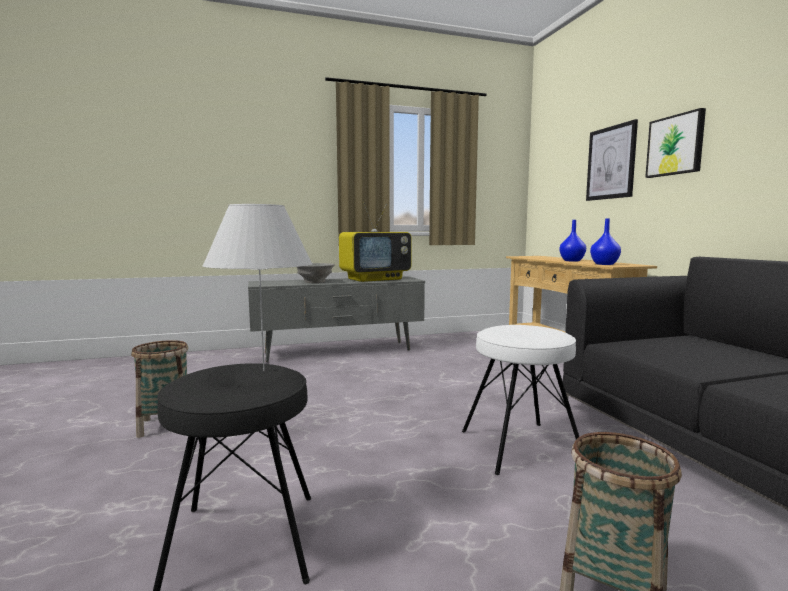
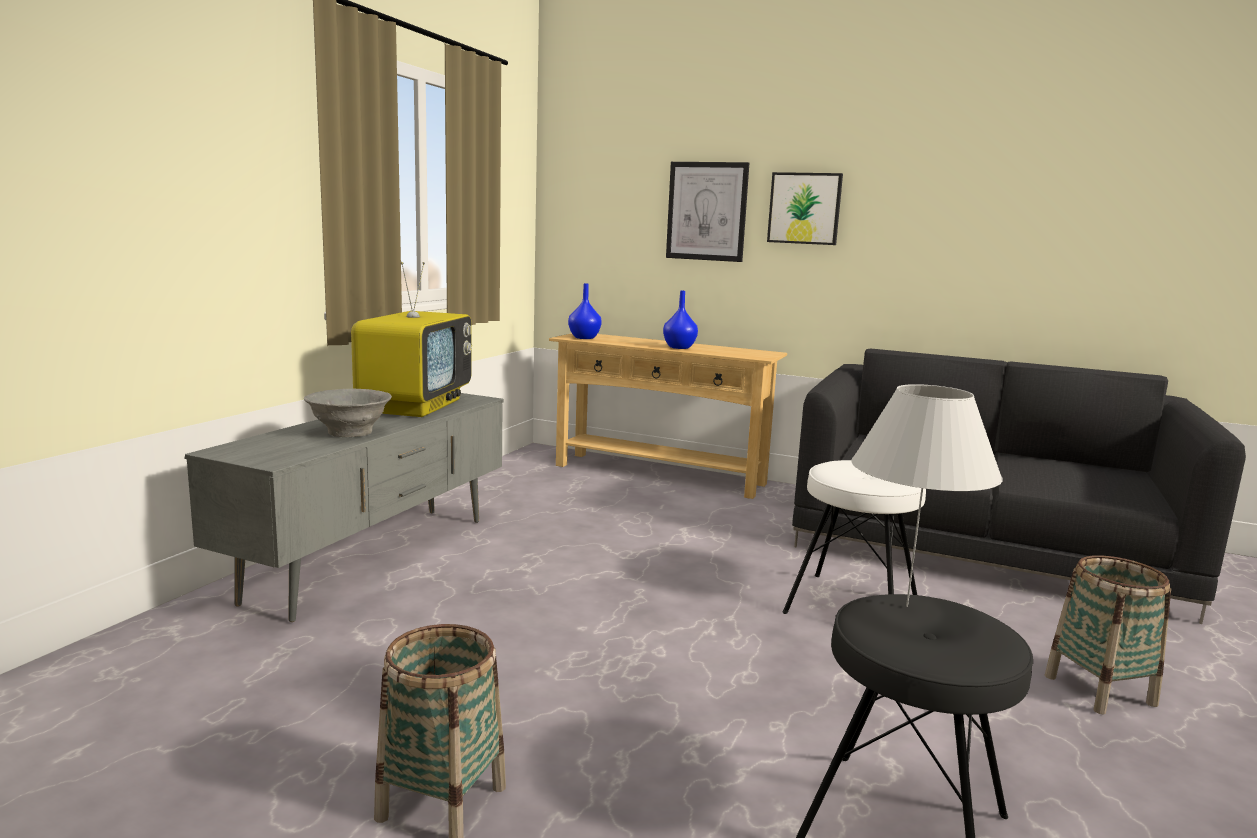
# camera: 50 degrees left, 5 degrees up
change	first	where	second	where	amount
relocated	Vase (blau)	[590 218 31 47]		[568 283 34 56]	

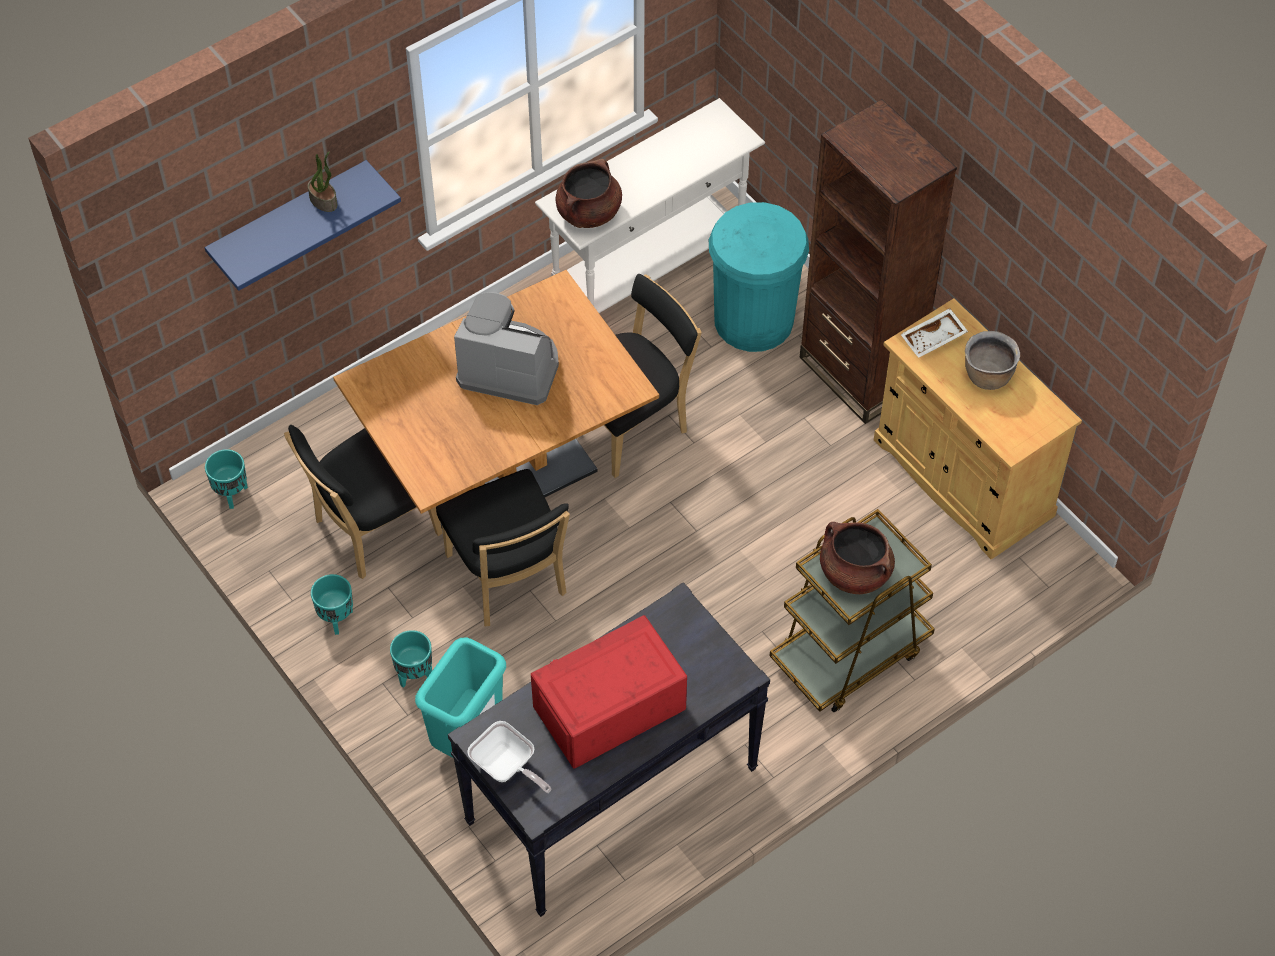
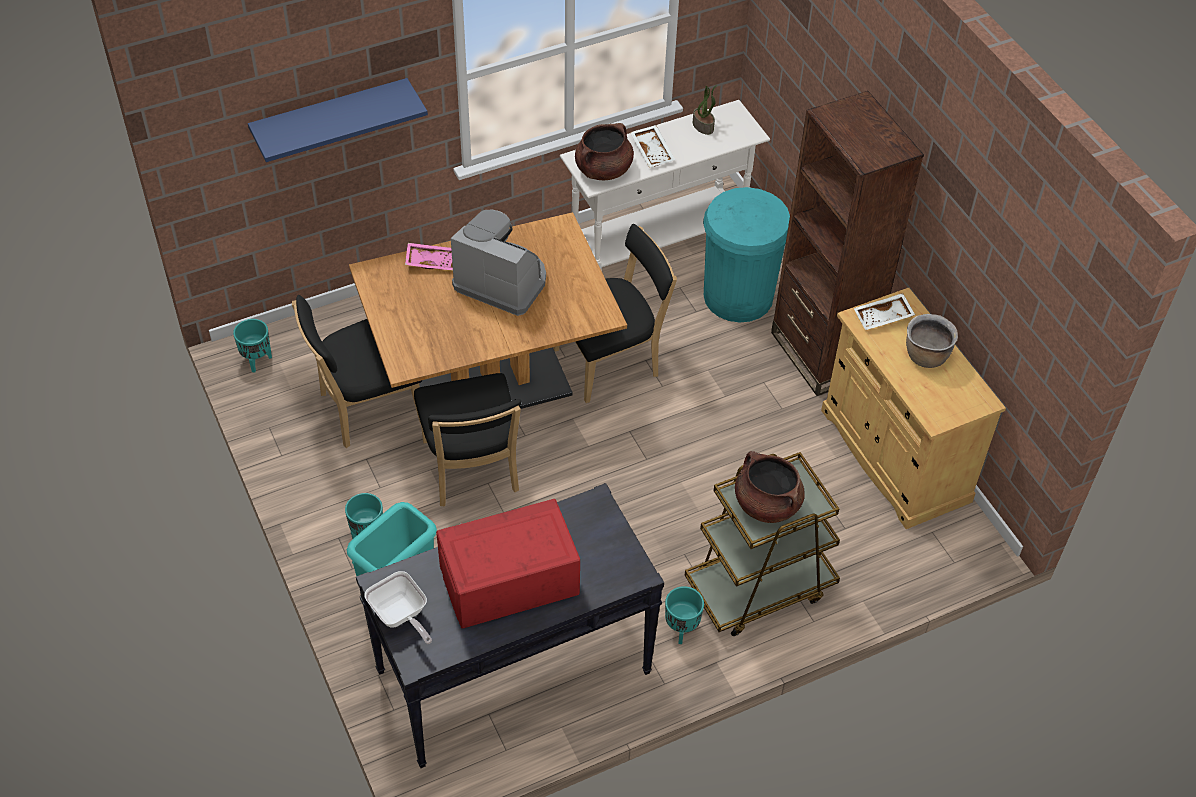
# camera: 10 degrees right, 5 degrees down
change	first	where	second	where	amount
relocated	Topfpflanze	[308 151 29 61]		[693 85 24 50]	
relocated	Pflanzkübel (türkis)	[311 574 42 61]		[665 586 39 58]	
appeared			Tablett (rosa)	[405 243 48 27]	
appeared			Tablett (weiß)	[630 125 45 43]	

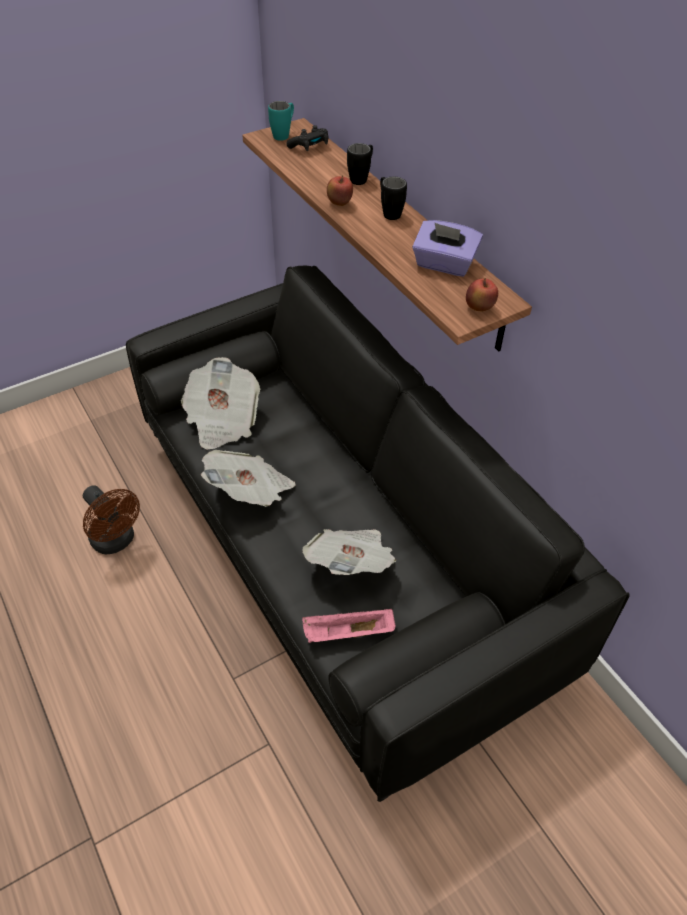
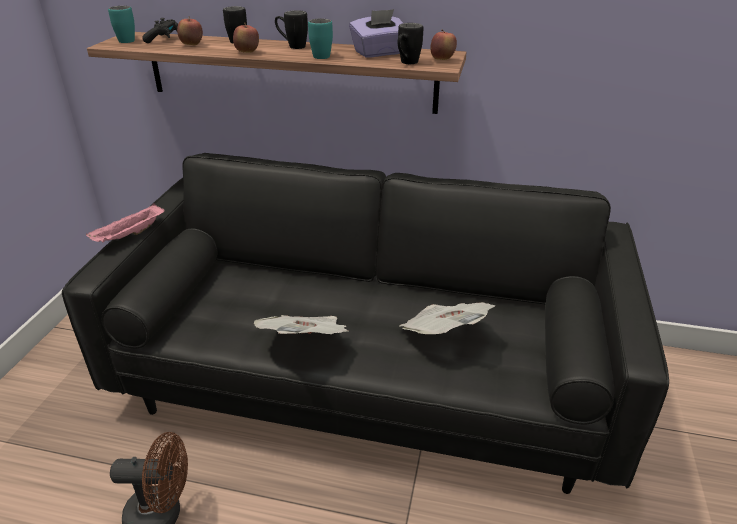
# camera: 45 degrees left, 15 degrees down
change	first	where	second	where	amount
missing	Zeitung	[181 357 79 93]			
relocated	Tablett (rosa)	[302 609 94 34]		[86 203 79 39]	
appeared			Apfel	[177 16 26 29]	
appeared			Henkelbecher (türkis)	[308 19 25 40]	
appeared			Henkelbecher (schwarz)	[398 23 25 41]	

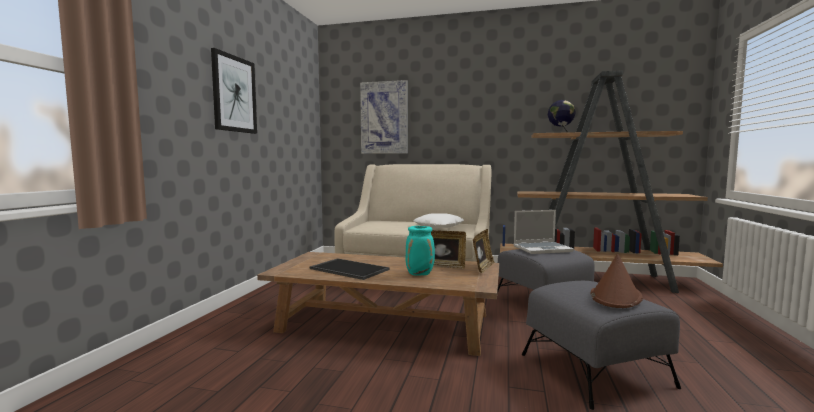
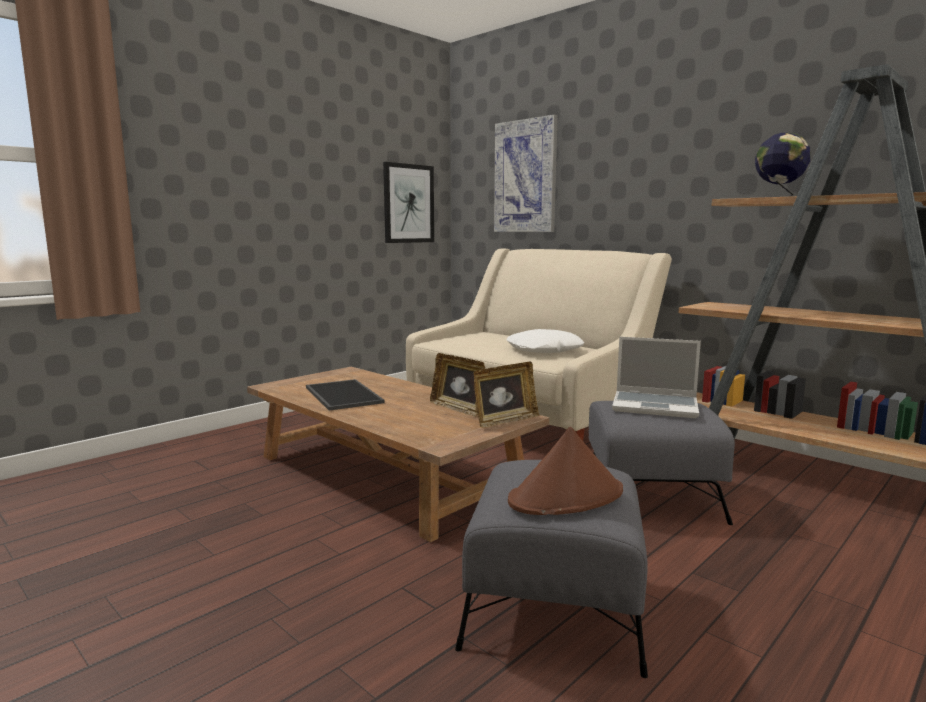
# camera: 30 degrees right, 5 degrees up
change	first	where	second	where	amount
relocated	Bild	[211 48 46 86]		[383 162 51 81]	
missing	Vase (türkis)	[405 226 30 50]			

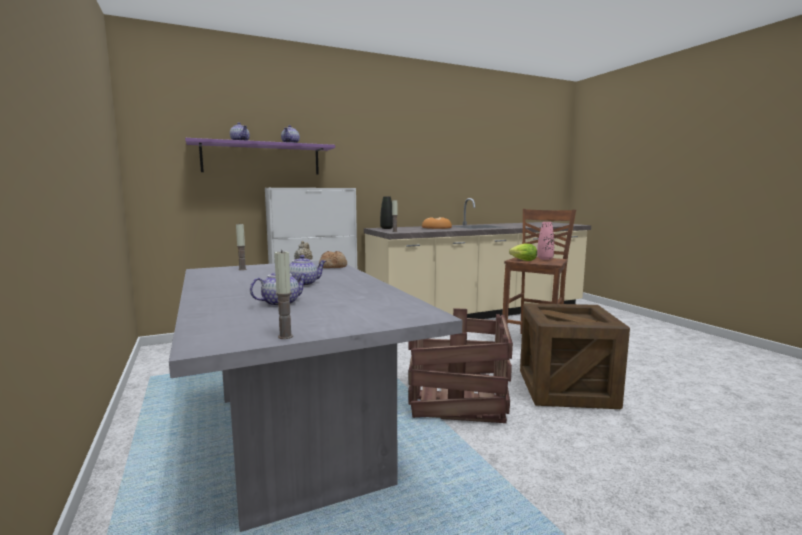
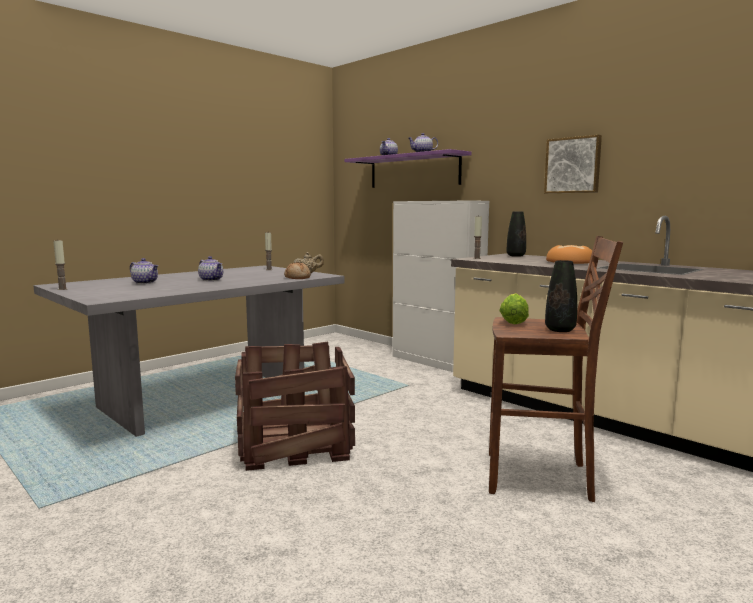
# camera: 70 degrees right, 0 degrees up
change	first	where	second	where	amount
missing	Kiste	[520 303 110 106]			
colour	Vase (rosa)	[537 222 17 38]	Vase (schwarz)	[545 260 32 72]	
appeared			Bild	[544 135 58 59]	

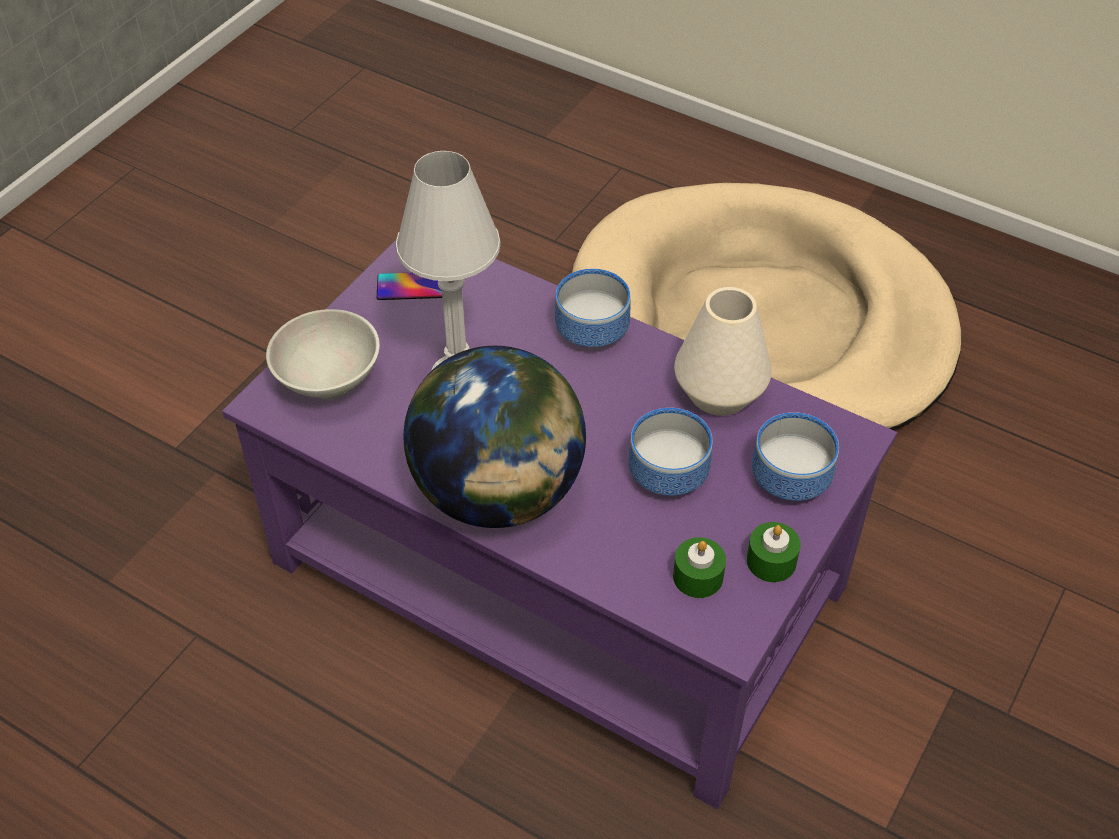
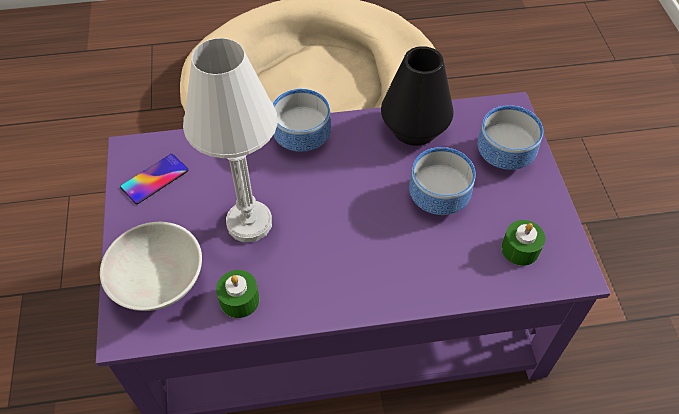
# camera: 40 degrees left, 5 degrees up
change	first	where	second	where	amount
missing	Globus	[403 346 183 182]			
colour	Vase (weiß)	[674 287 98 129]	Vase (schwarz)	[381 46 73 100]	
relocated	Kerze (grün)	[747 522 54 60]		[216 270 43 48]	

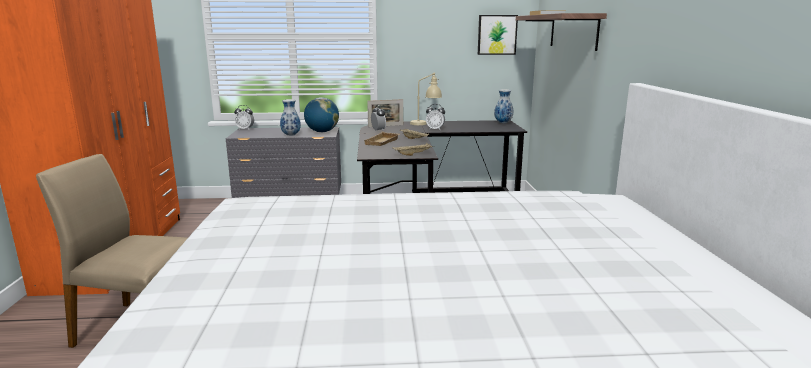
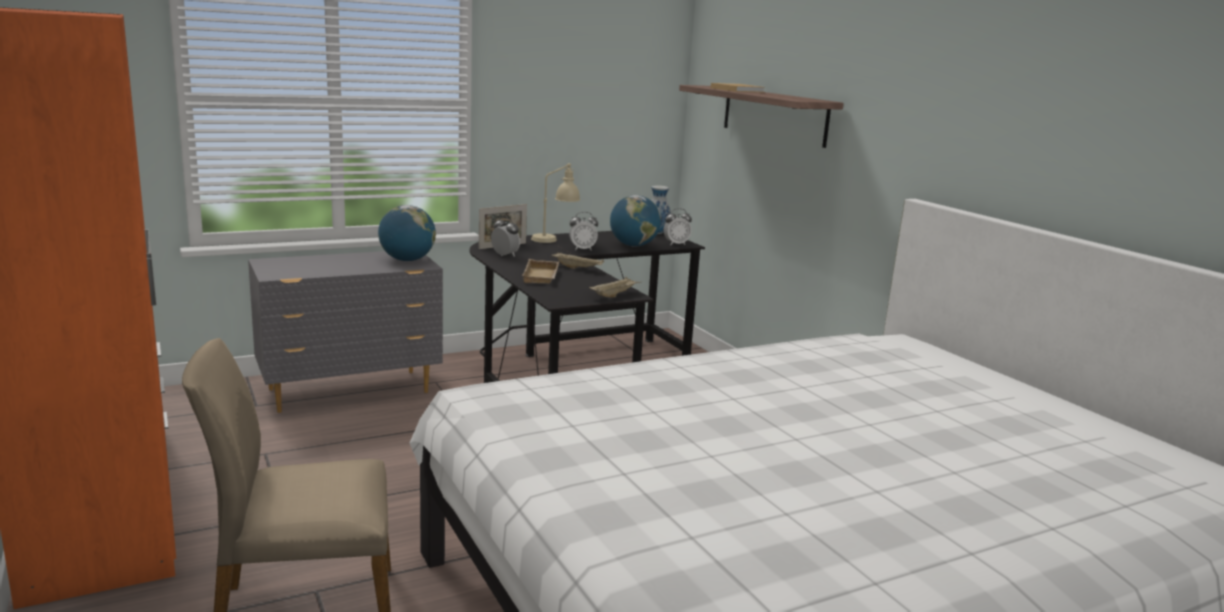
# camera: 25 degrees left, 0 degrees up
change	first	where	second	where	amount
relocated	Wecker	[234 105 20 25]		[663 208 29 37]	
missing	Vase	[280 99 21 37]			
missing	Bild	[478 15 40 40]			
appeared			Globus	[610 195 51 52]	

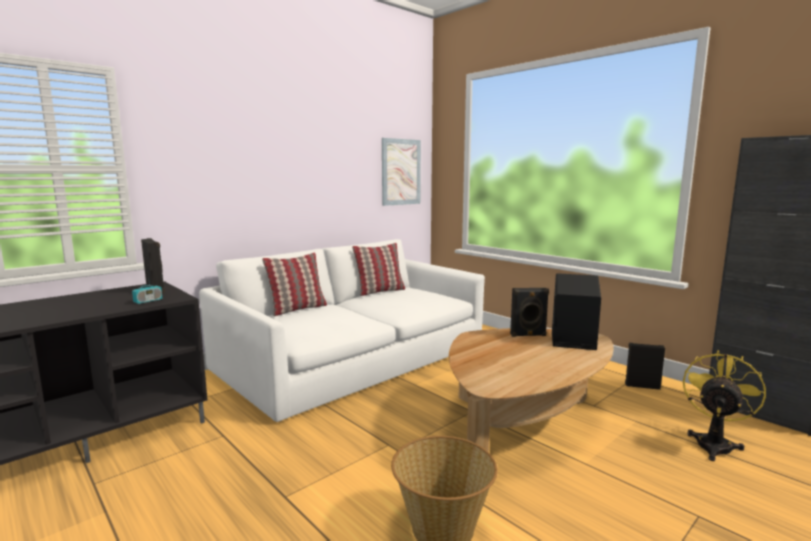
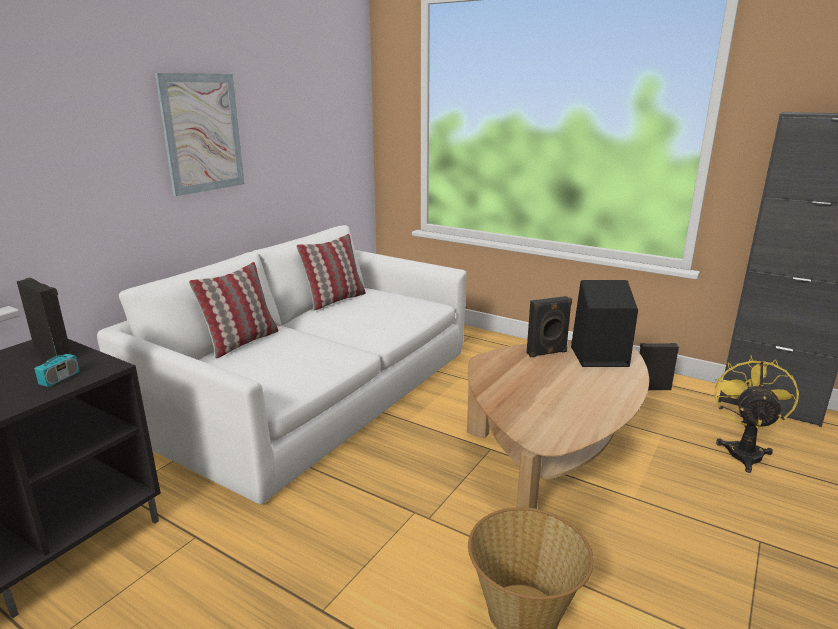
# camera: 15 degrees left, 10 degrees up
change	first	where	second	where	amount
relocated	Bild	[382 138 39 68]		[155 73 90 123]	

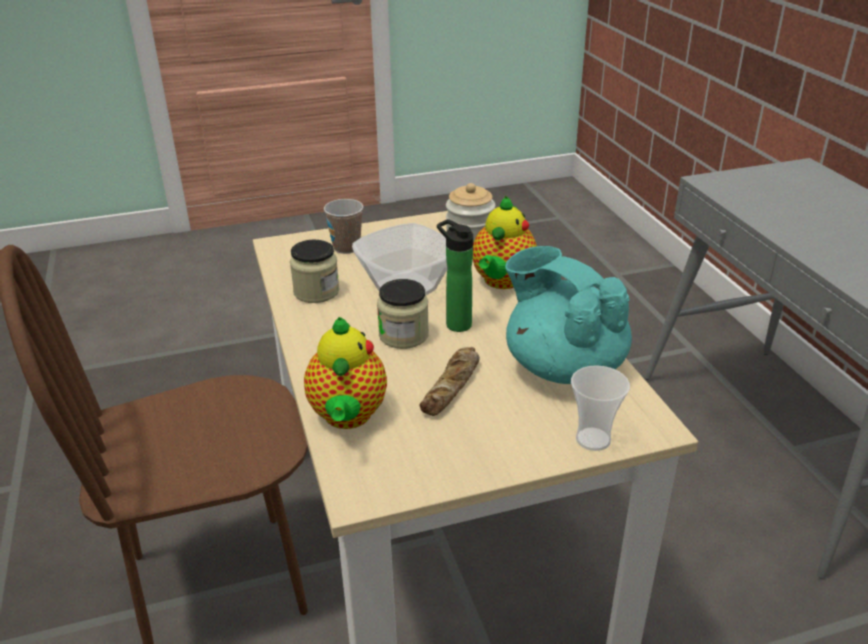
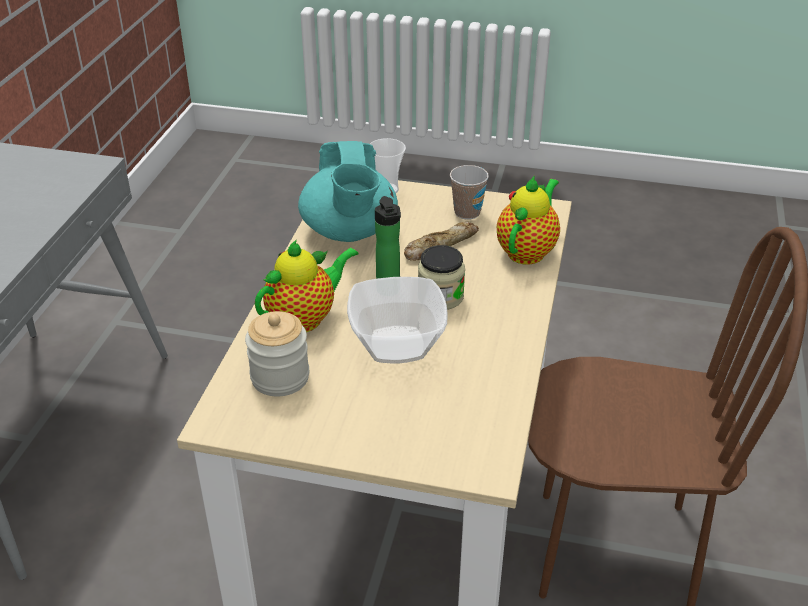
# camera: 150 degrees left, 5 degrees up
change	first	where	second	where	amount
missing	Vorratsglas	[290 240 50 63]			
relocated	Tasse	[324 199 39 55]		[450 165 39 55]	

